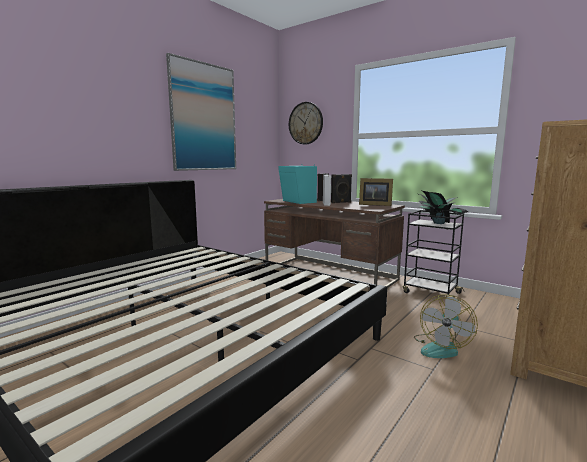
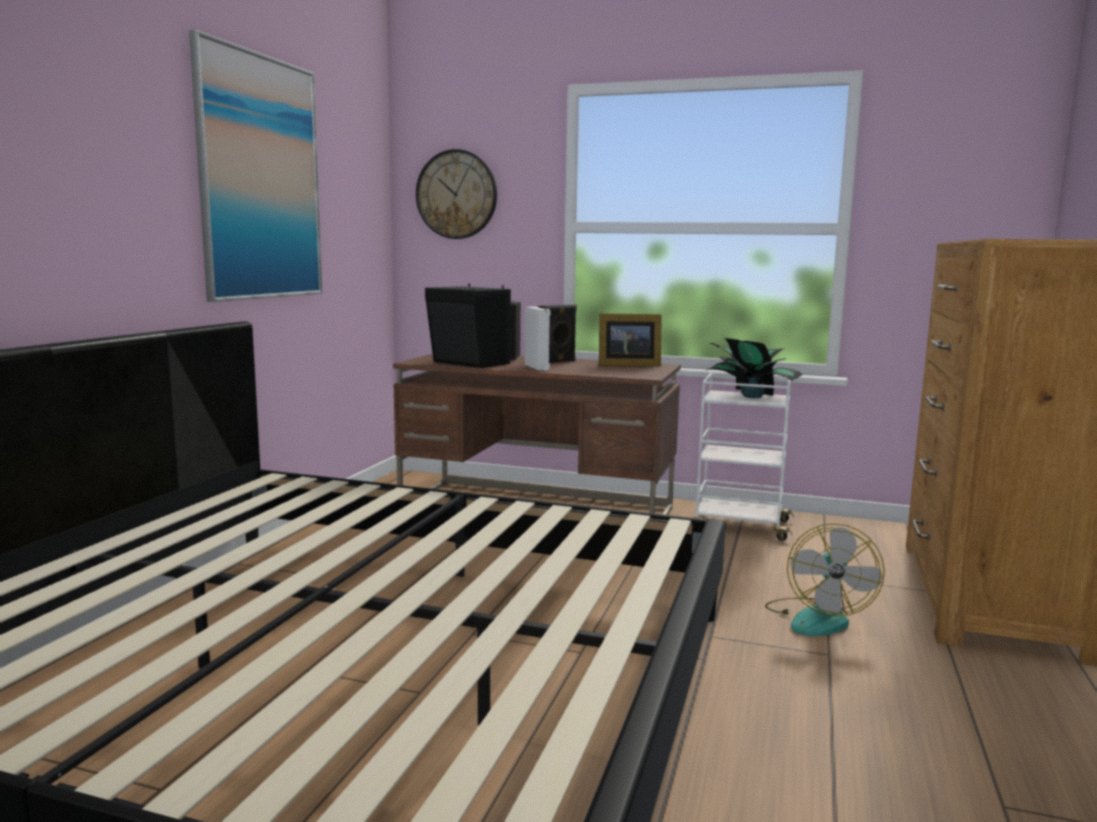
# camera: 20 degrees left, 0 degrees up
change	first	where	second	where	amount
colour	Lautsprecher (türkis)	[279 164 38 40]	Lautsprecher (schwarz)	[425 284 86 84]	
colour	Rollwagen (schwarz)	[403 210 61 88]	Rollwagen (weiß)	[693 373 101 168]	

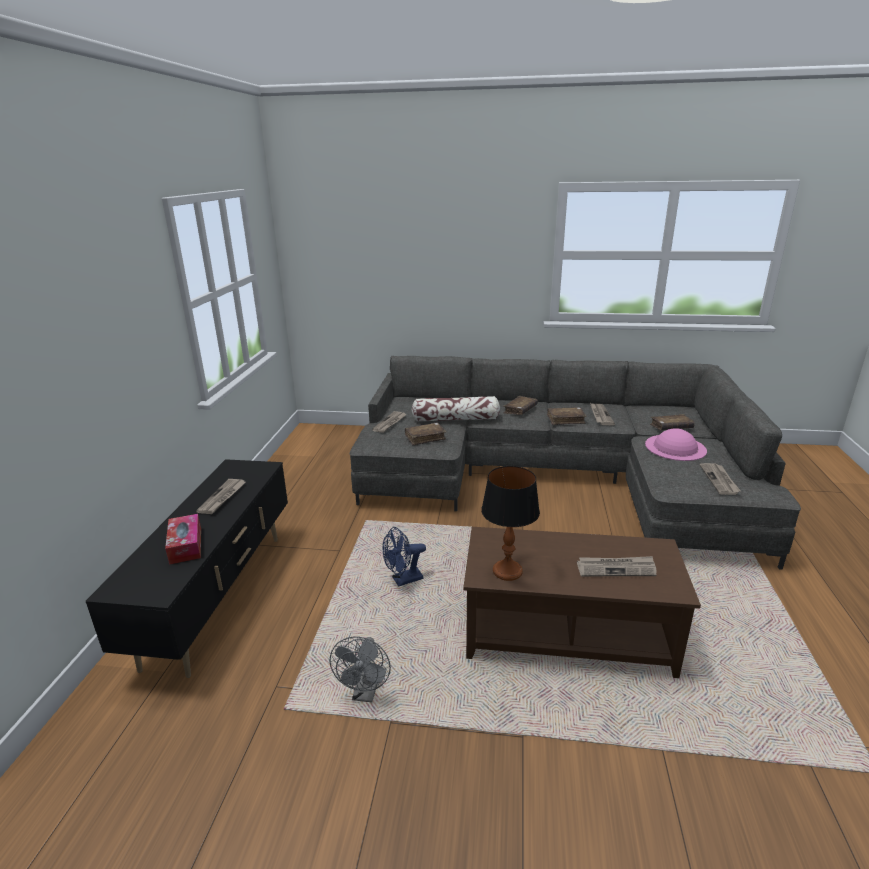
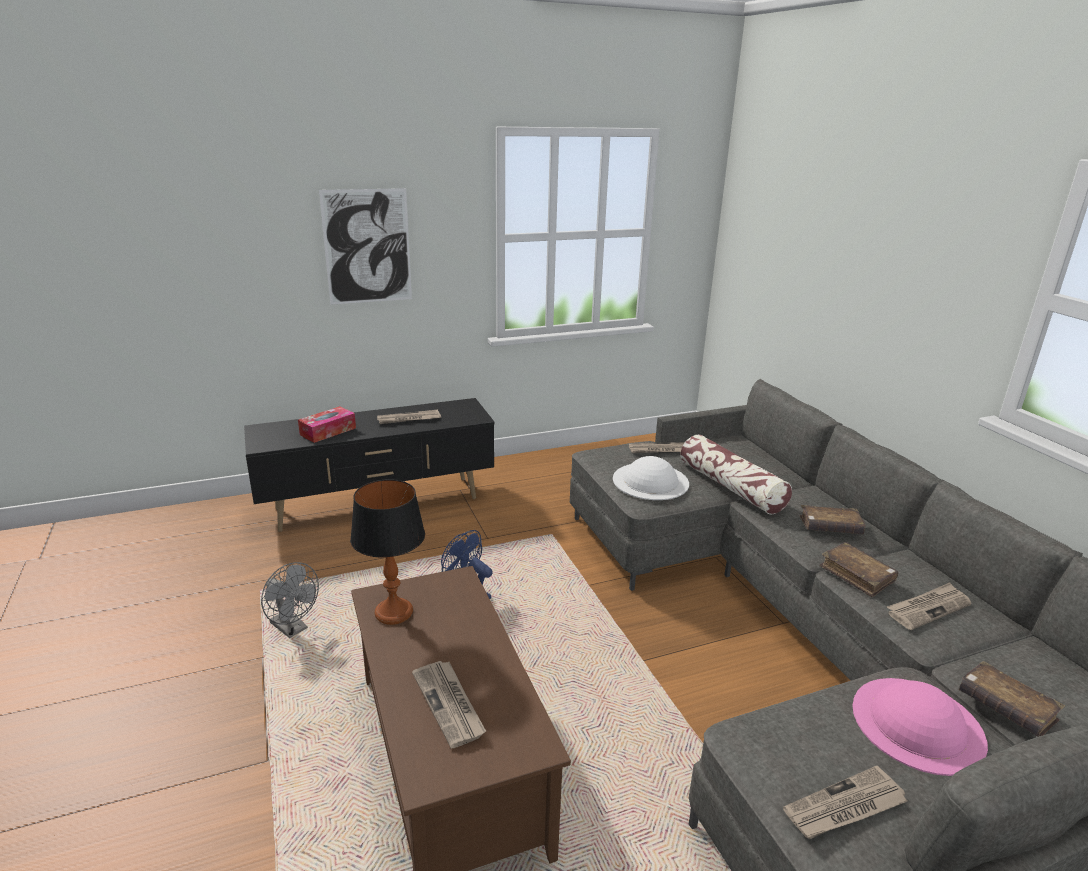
# camera: 60 degrees right, 0 degrees up
change	first	where	second	where	amount
spun	Ventilator (grau)	[329 637 62 65]		[261 562 58 76]	120 degrees counterclockwise
exchanged	Buch (braun)	[405 422 41 23]	Hut (weiß)	[613 456 76 44]	
appeared			Bild	[319 188 93 117]	

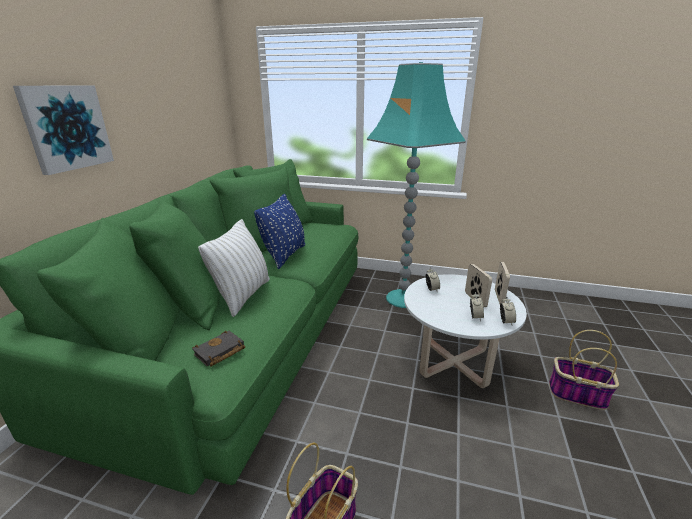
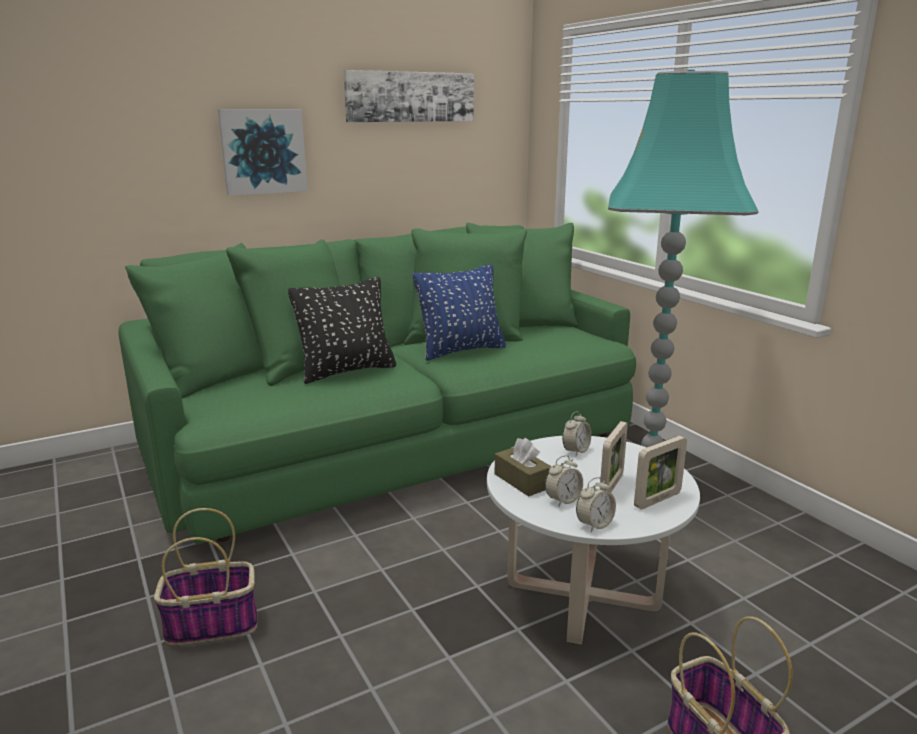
# camera: 45 degrees right, 5 degrees down
change	first	where	second	where	amount
missing	Buch (schwarz)	[192 331 53 36]			
colour	Kissen (weiß)	[198 219 72 98]	Kissen (schwarz)	[288 277 108 107]	
appeared			Bild	[344 70 130 52]	
appeared			Taschentuchbox (braun)	[495 438 57 59]	

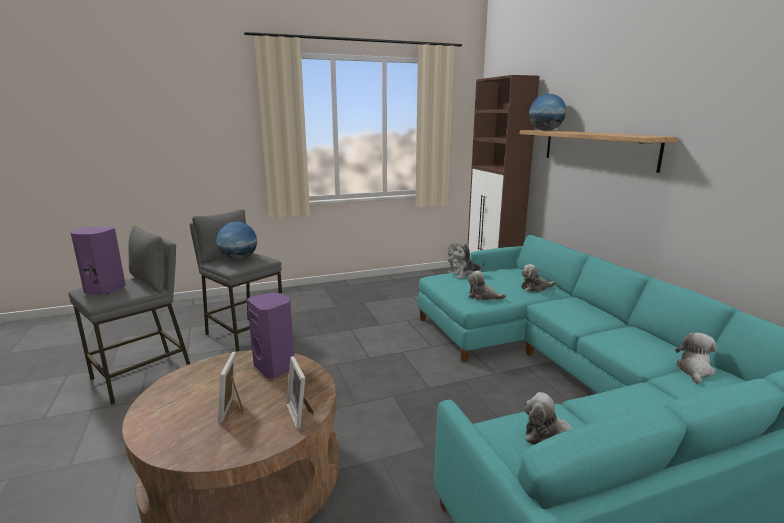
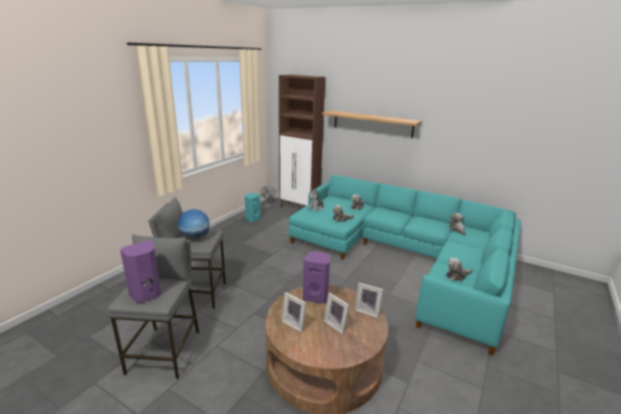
# camera: 40 degrees left, 5 degrees up
change	first	where	second	where	amount
missing	Globus	[529 94 37 37]			
appeared			Lautsprecher (türkis)	[245 193 16 29]	
appeared			Bilderrahmen	[282 292 24 40]	

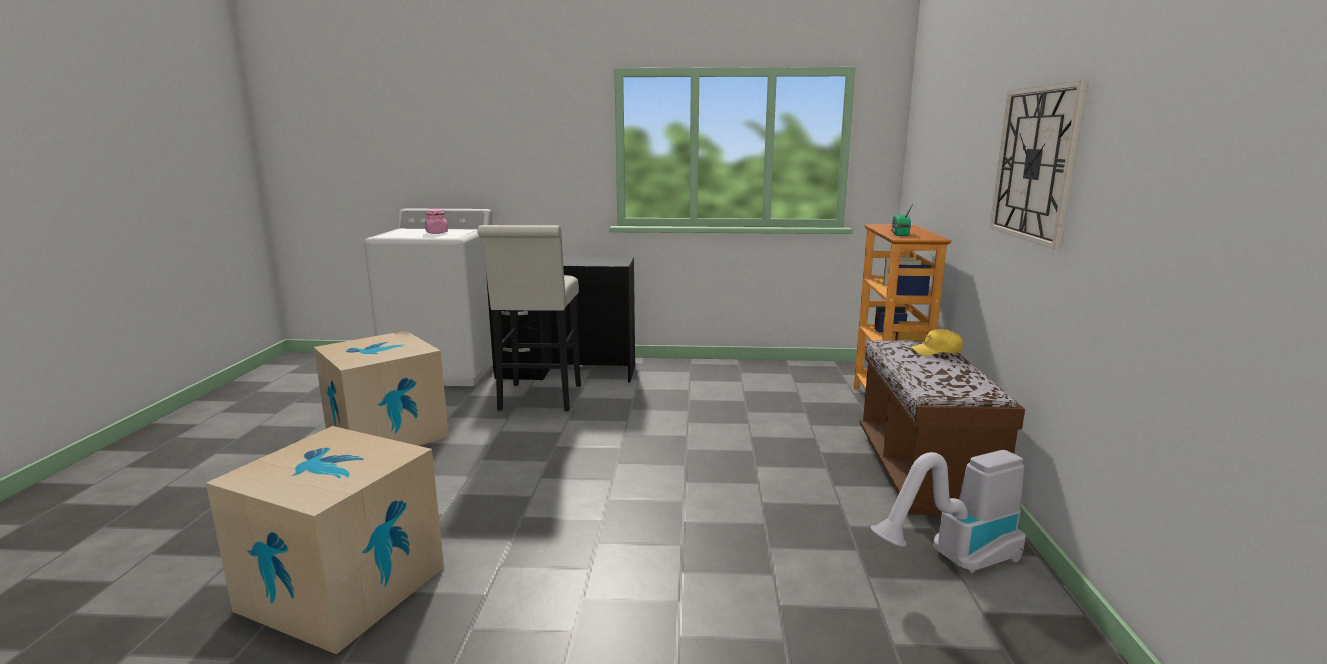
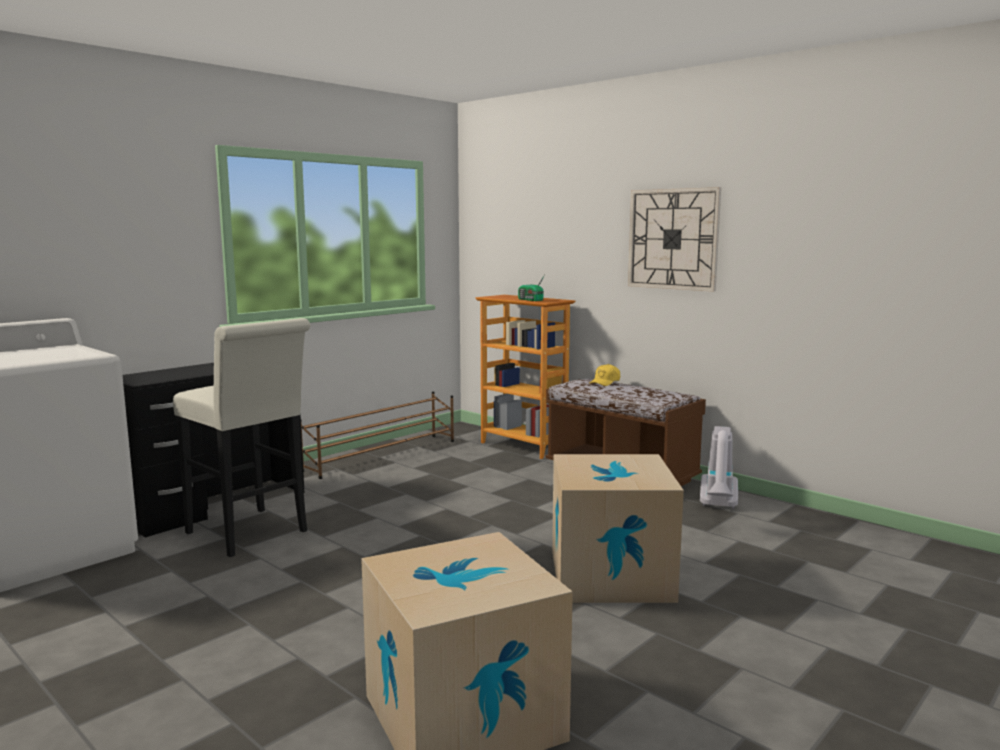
# camera: 50 degrees left, 5 degrees down
change	first	where	second	where	amount
relocated	Karton	[314 331 135 115]		[552 454 132 149]	
missing	Vorratsglas (rosa)	[425 209 23 25]			
appeared			Schuhregal (braun)	[301 391 153 88]	

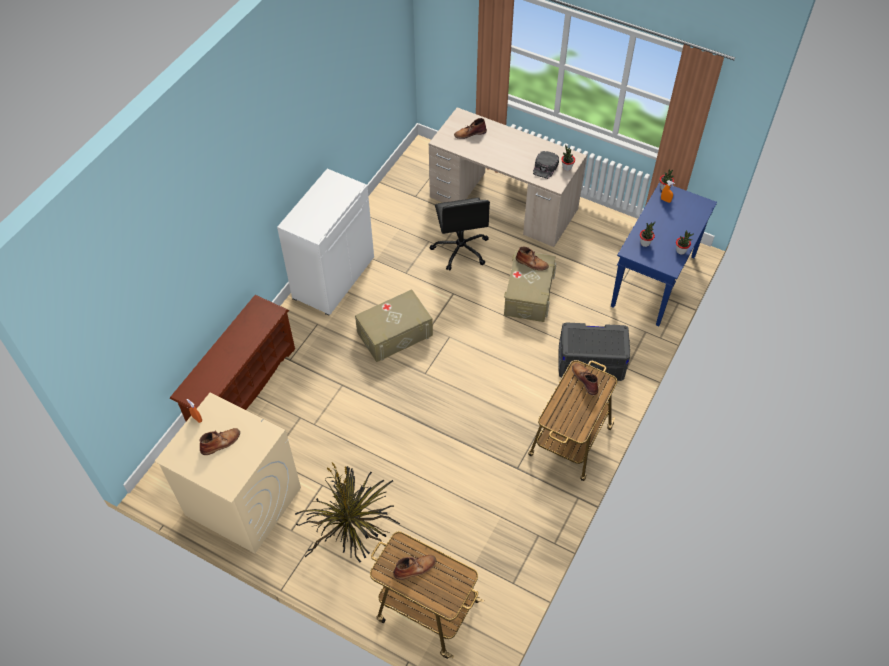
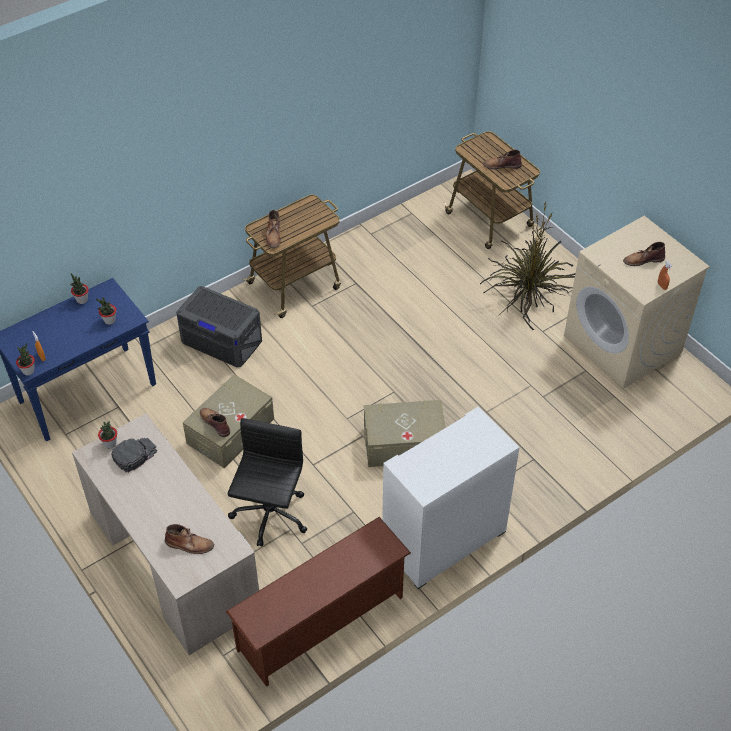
# camera: 155 degrees left, 5 degrees down
change	first	where	second	where	amount
relocated	Schuhregal (braun)	[170 295 125 126]		[225 517 186 170]	

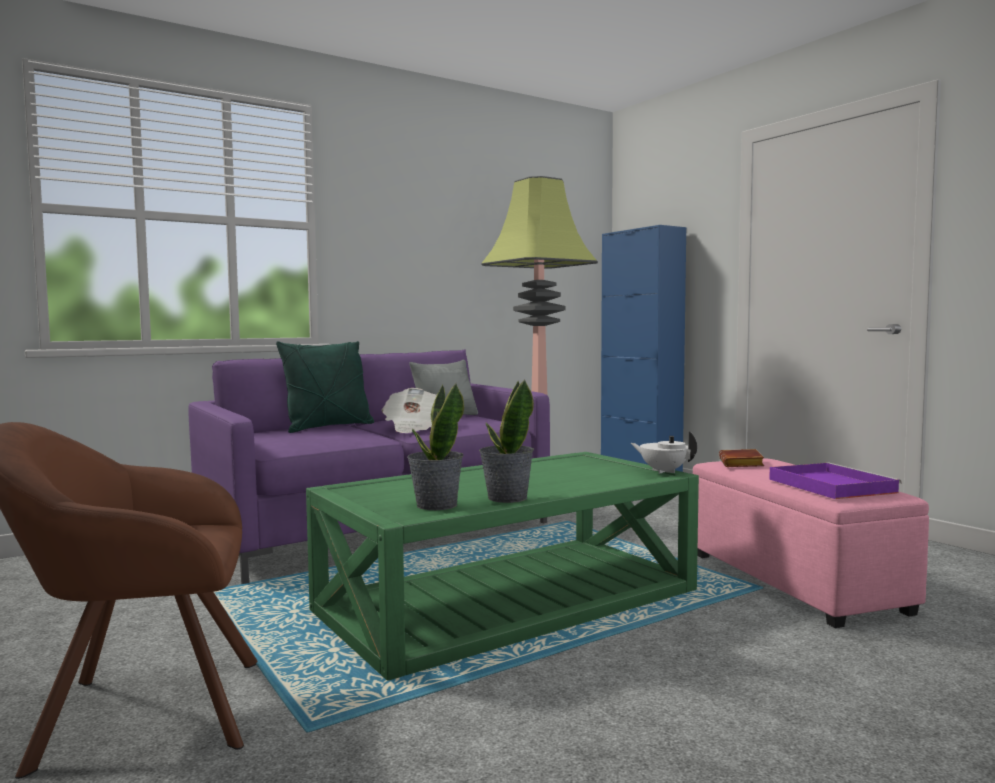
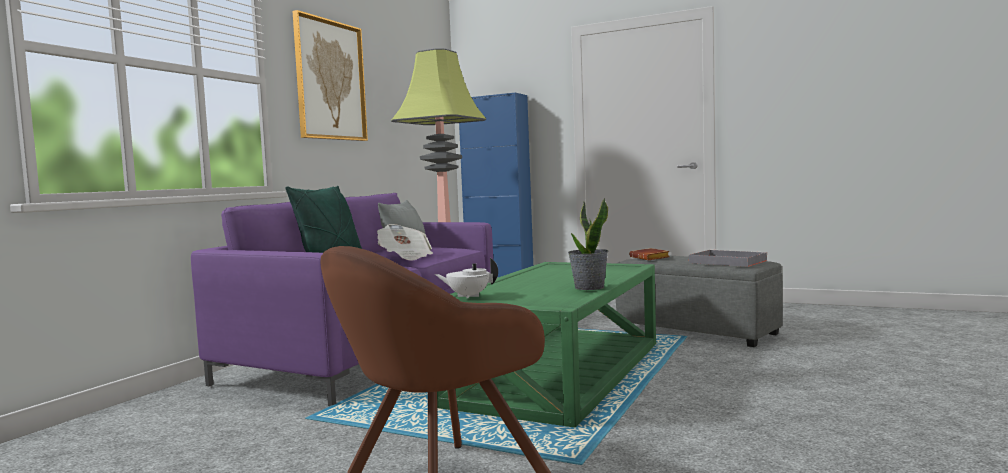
# camera: 30 degrees left, 0 degrees up
change	first	where	second	where	amount
missing	Topfpflanze	[407 384 57 126]			
relocated	Teekanne (weiß)	[631 431 66 43]		[435 258 63 41]	
colour	Polsterhocker (rosa)	[693 459 236 169]	Polsterhocker (grau)	[616 256 167 91]	
colour	Tablett (lila)	[769 462 133 37]	Tablett (grau)	[689 250 78 17]	
appeared			Bild	[293 10 75 131]	

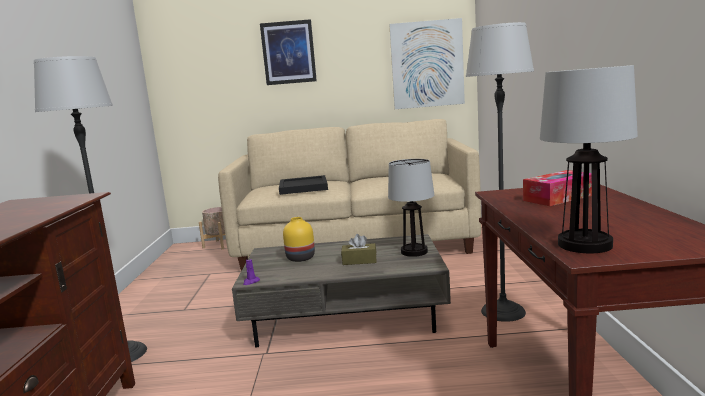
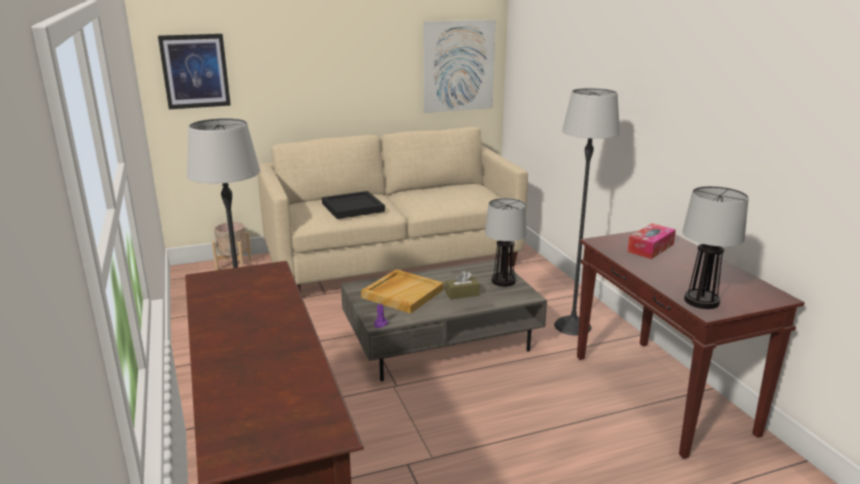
# camera: 20 degrees left, 10 degrees up
change	first	where	second	where	amount
relocated	Bild	[260 19 57 66]		[158 34 73 75]	
exchanged	Vase (gelb)	[283 217 32 45]	Tablett (beige)	[361 269 83 45]	

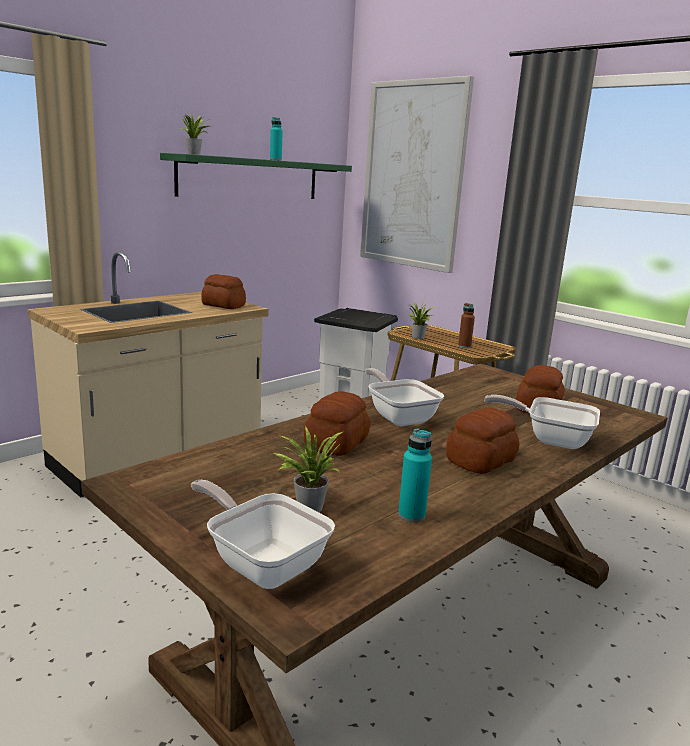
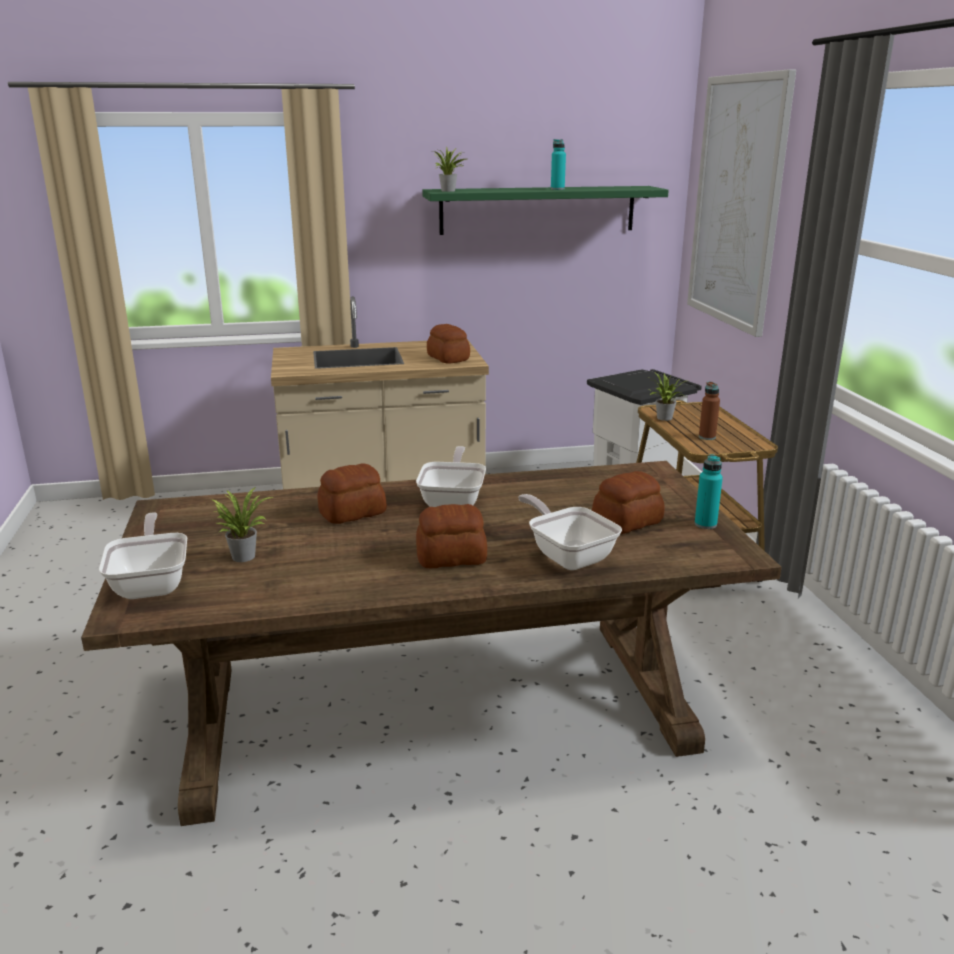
# camera: 35 degrees right, 5 degrees up
change	first	where	second	where	amount
relocated	Flasche (türkis)	[398 428 34 94]		[695 454 28 75]	

